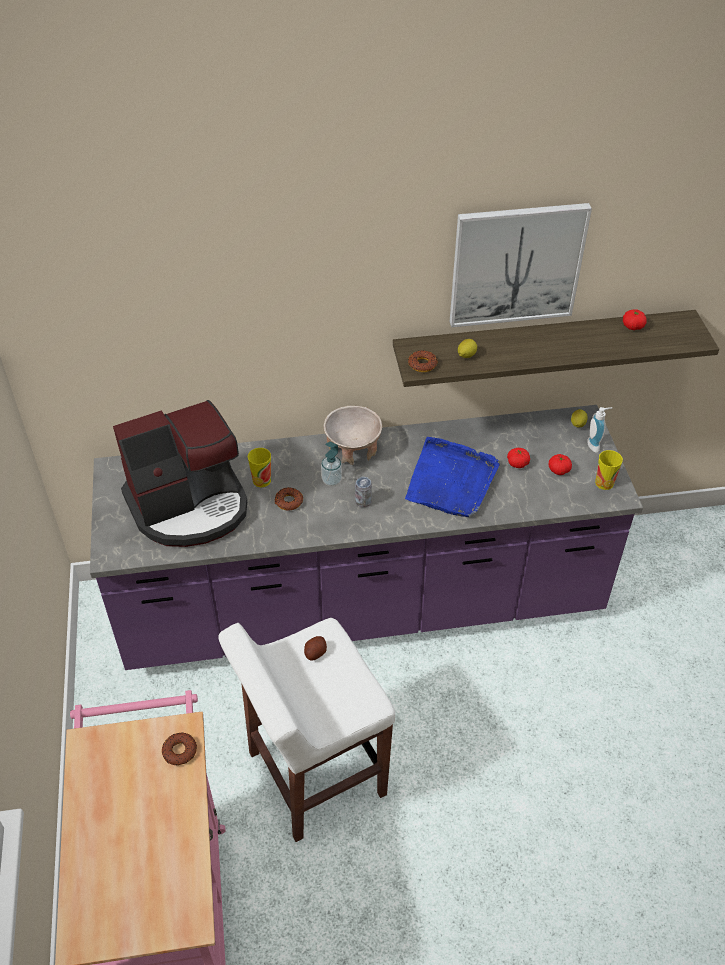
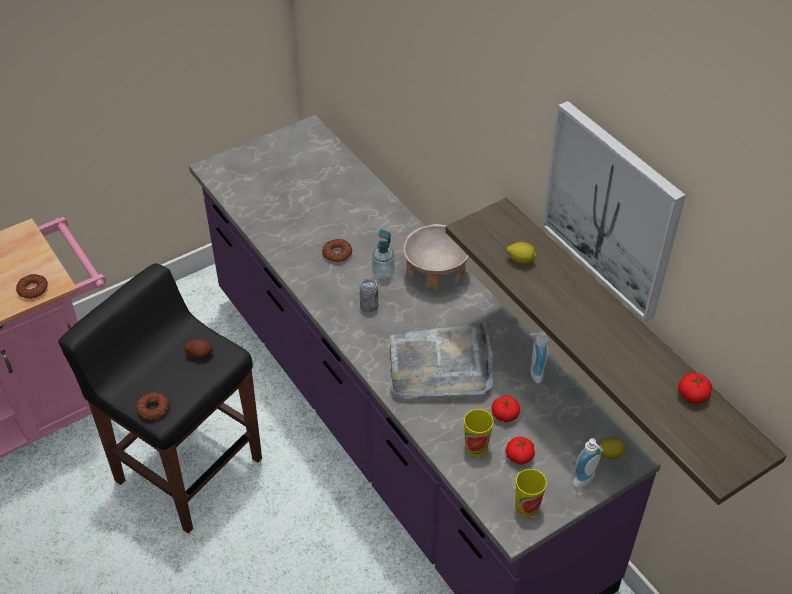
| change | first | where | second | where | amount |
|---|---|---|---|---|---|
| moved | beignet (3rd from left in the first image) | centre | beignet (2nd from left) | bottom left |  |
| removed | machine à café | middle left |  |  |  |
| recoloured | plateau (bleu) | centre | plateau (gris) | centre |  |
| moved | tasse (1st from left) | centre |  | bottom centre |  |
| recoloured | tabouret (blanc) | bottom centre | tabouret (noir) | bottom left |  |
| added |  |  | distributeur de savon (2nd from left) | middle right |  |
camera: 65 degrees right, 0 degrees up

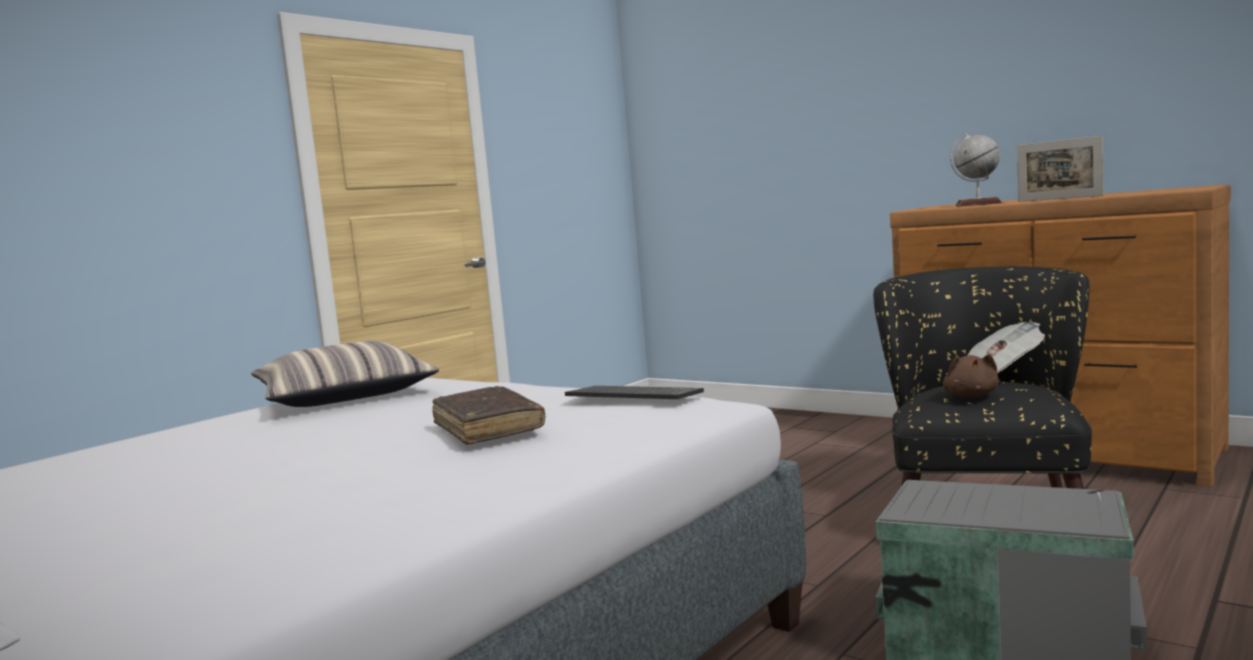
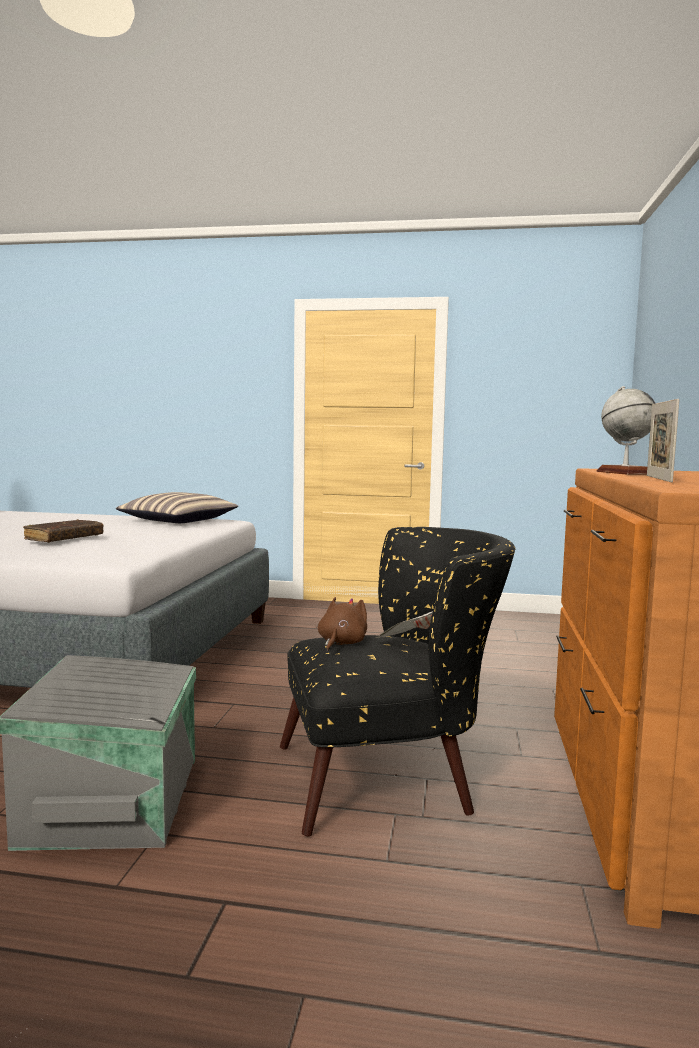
| change | first | where | second | where | amount |
|---|---|---|---|---|---|
| turned | peluche (marron) | middle right |  | centre | 135 degrees clockwise |
| removed | clavier | centre |  |  |  |
camera: 60 degrees right, 0 degrees up

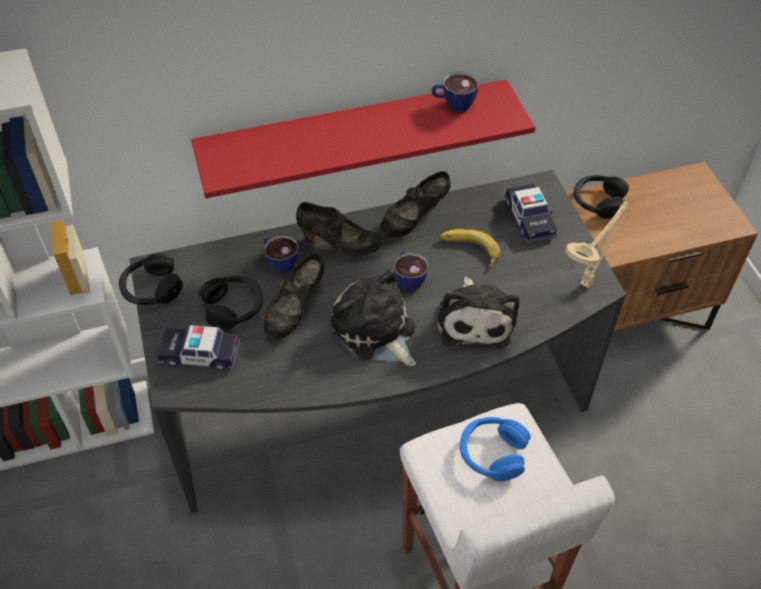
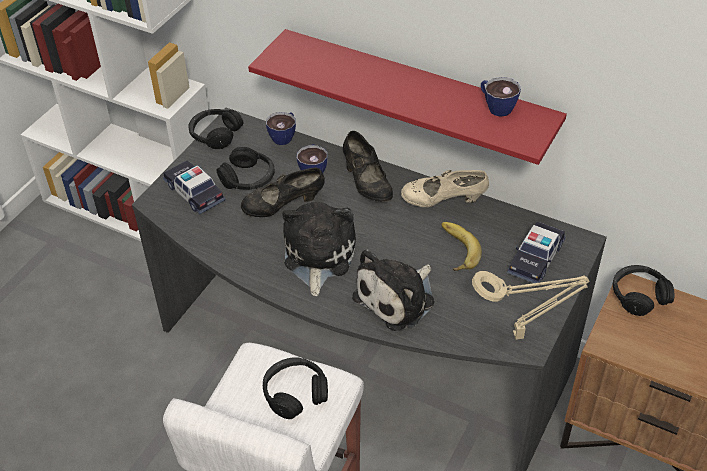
| change | first | where | second | where | amount |
|---|---|---|---|---|---|
| recoloured | chaussure (noir) (3rd from left) | centre | chaussure (beige) | centre |  |
| moved | tasse (2nd from left in the first image) | centre | tasse (1st from left) | top centre |  |
| recoloured | casque audio (bleu) | bottom centre | casque audio (noir) (3rd from left) | bottom centre |  |
camera: 45 degrees right, 5 degrees down

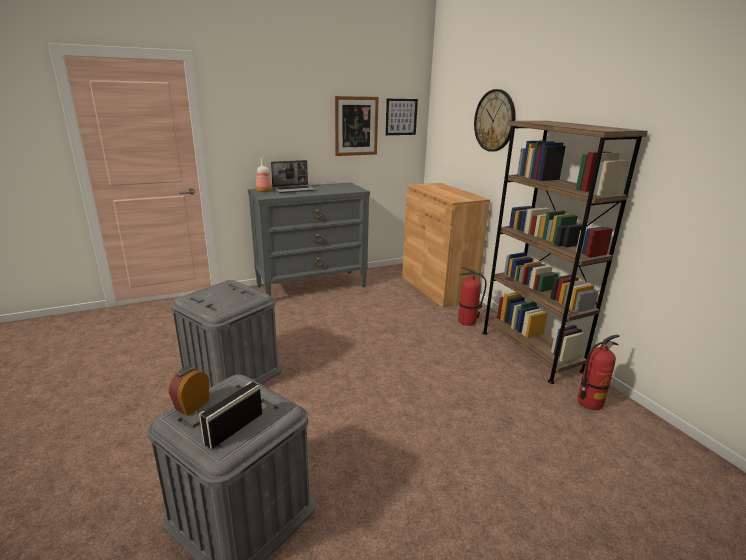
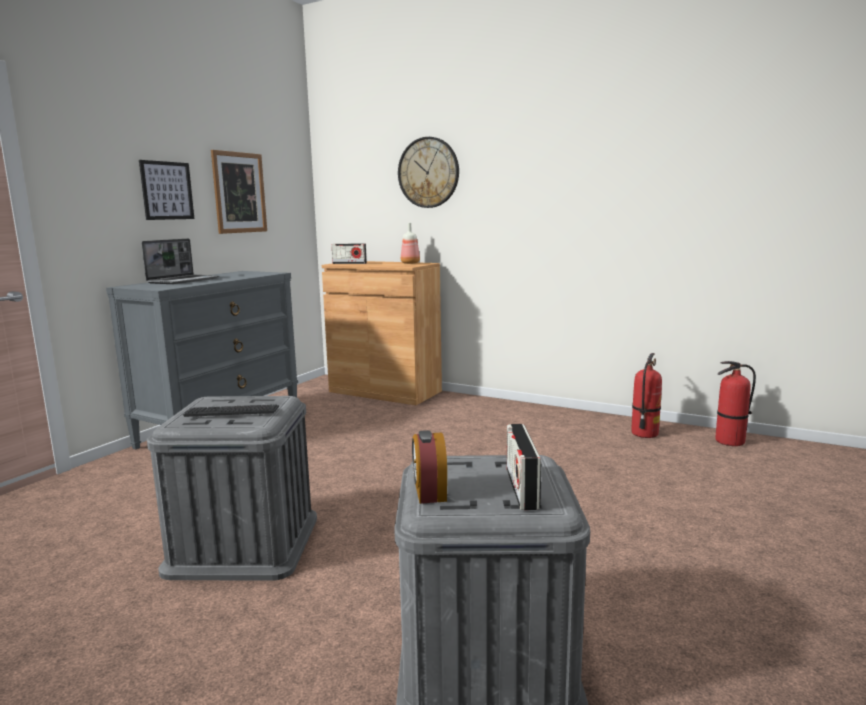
| change | first | where | second | where | amount |
|---|---|---|---|---|---|
| moved | tableau (2nd from left in the first image) | top centre | tableau (1st from left) | top left |  |
| removed | bibliothèque (marron) | middle right |  |  |  |
| moved | bouteille | top centre |  | centre |  |
| moved | extincteur (1st from left in the first image) | centre | extincteur (2nd from left) | middle right |  |
| added |  |  | radio (1st from left) | centre |  |
| added |  |  | clavier | middle left |  |
camera: 35 degrees left, 10 degrees down

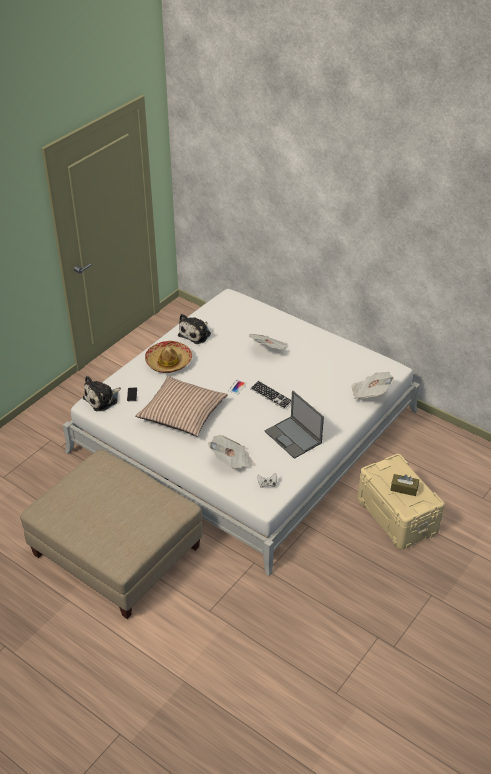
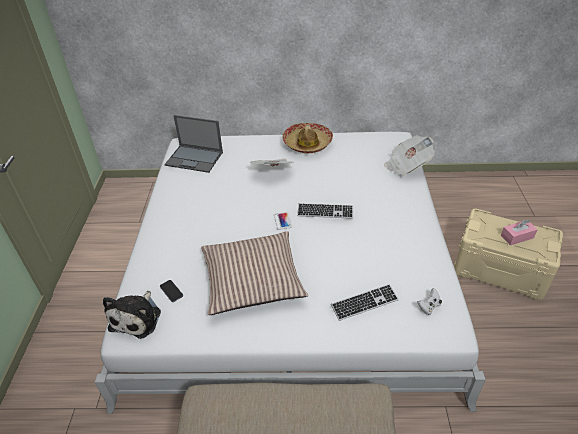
| change | first | where | second | where | amount |
|---|---|---|---|---|---|
| removed | peluche (2nd from left) | centre |  |  |  |
| moved | chapeau | centre |  | top centre |  |
| moved | ordinateur portable | centre |  | top centre |  |
| replaced | journal (1st from left) | centre | clavier (2nd from left) | bottom centre |  |
| recoloured | boîte à mouchoirs (marron) | middle right | boîte à mouchoirs (rose) | middle right |  |
camera: 35 degrees left, 0 degrees up

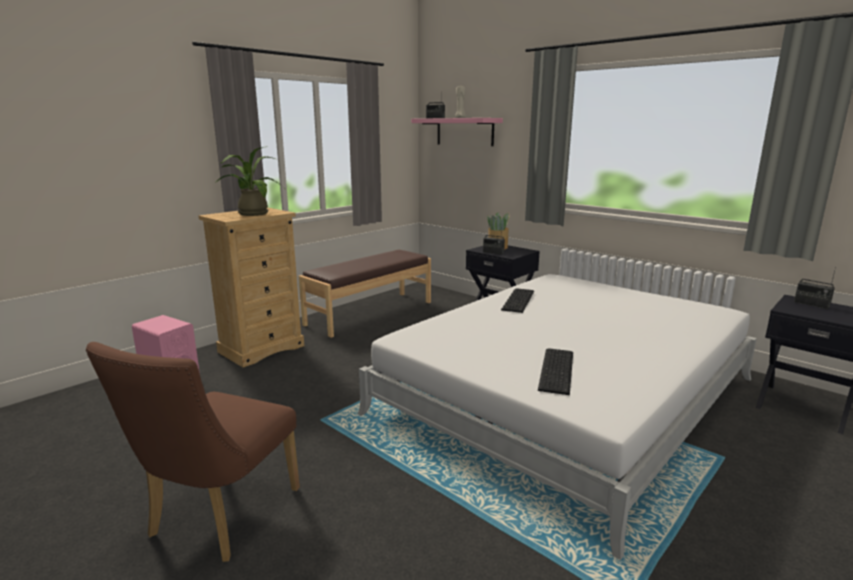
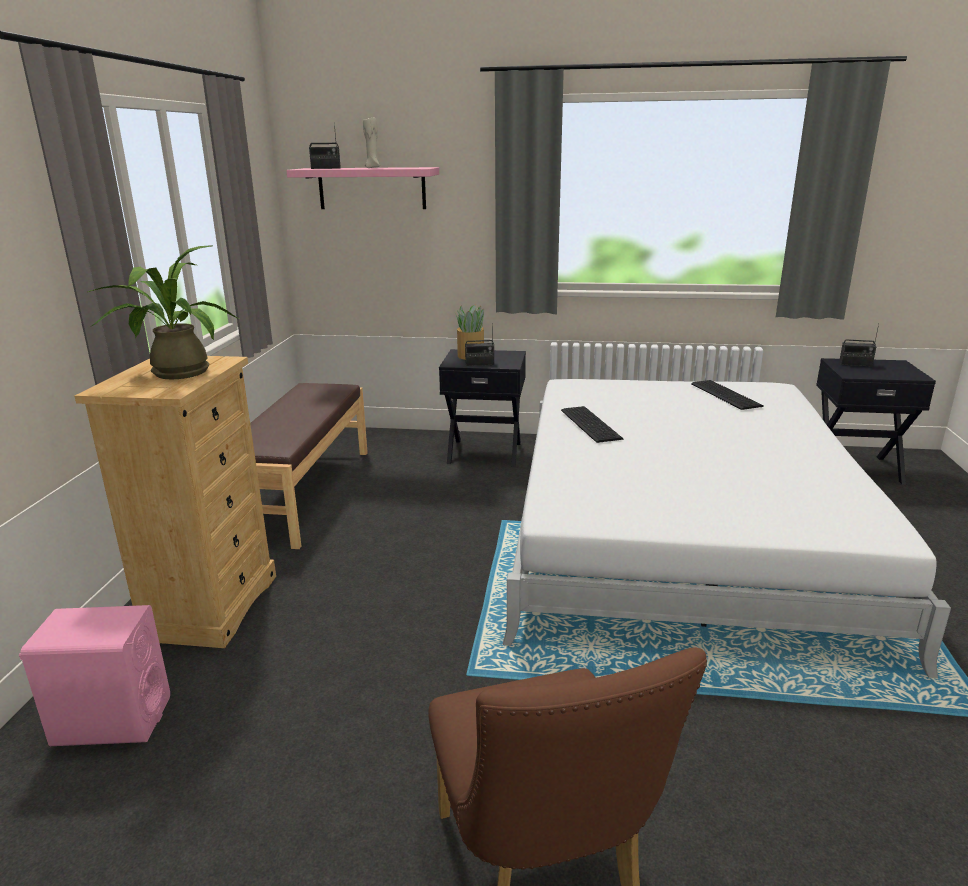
| change | first | where | second | where | amount |
|---|---|---|---|---|---|
| moved | clavier (2nd from left) | centre |  | middle right |  |
camera: 35 degrees left, 5 degrees up

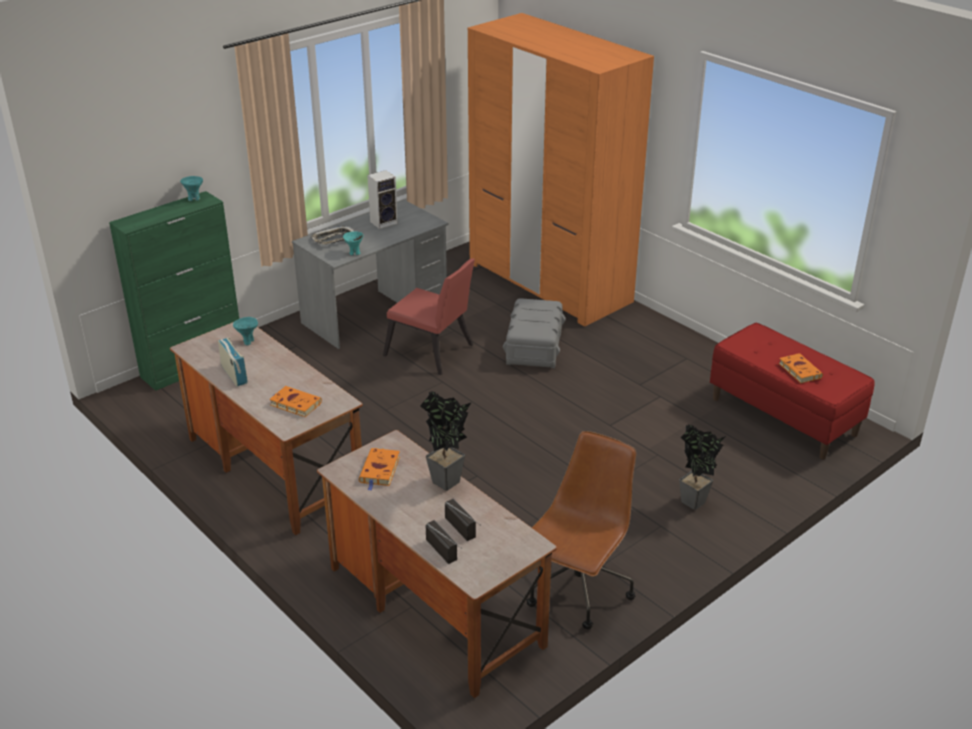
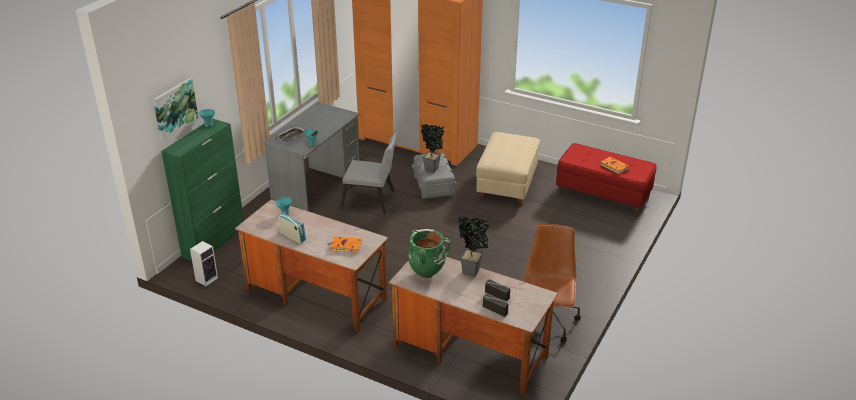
| change | first | where | second | where | amount |
|---|---|---|---|---|---|
| moved | enceinte | top centre |  | middle left |  |
| recoloured | chaise (rouge) | centre | chaise (gris) | centre |  |
| moved | plante en pot (2nd from left in the first image) | middle right | plante en pot (1st from left) | centre |  |
| replaced | livre (orange) (2nd from left) | centre | vase (vert) | centre |  |
| added |  |  | tableau | top left |  |
| added |  |  | pouf (beige) | centre |  |
camera: 20 degrees left, 0 degrees up

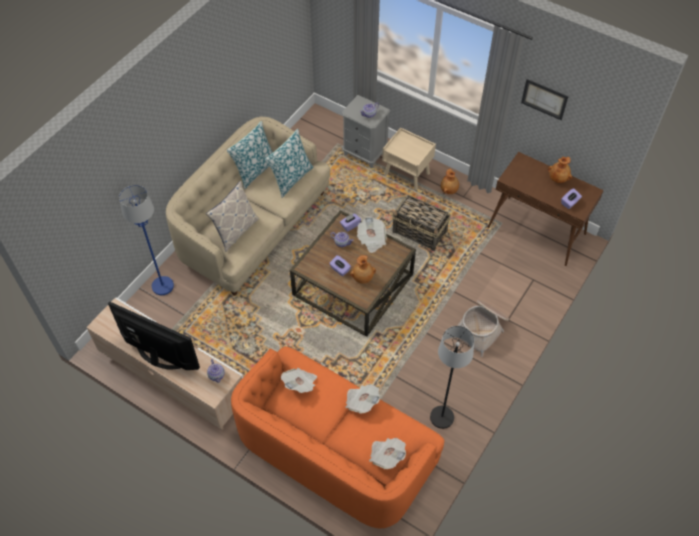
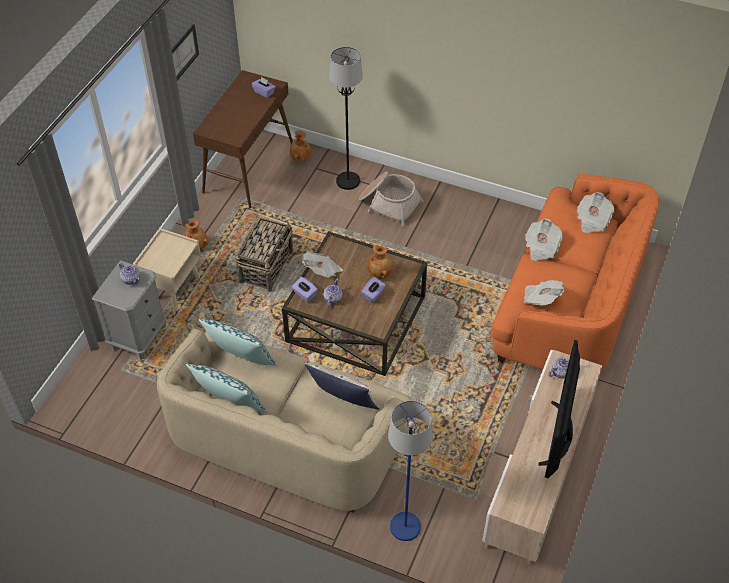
| change | first | where | second | where | amount |
|---|---|---|---|---|---|
| moved | vase (marron) (3rd from left in the first image) | top right | vase (marron) (2nd from left) | top centre |  |
| moved | lampadaire (noir) | bottom centre |  | top centre |  |
camera: 100 degrees left, 5 degrees down

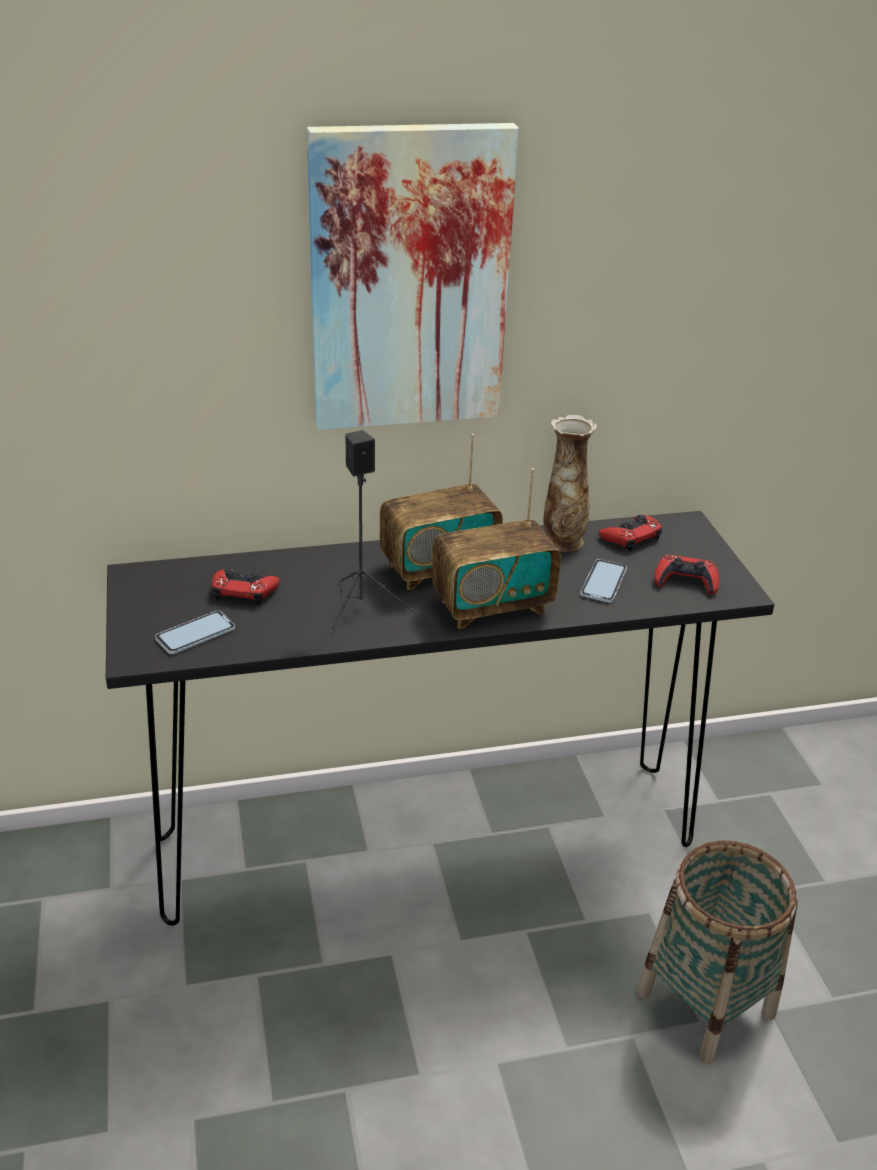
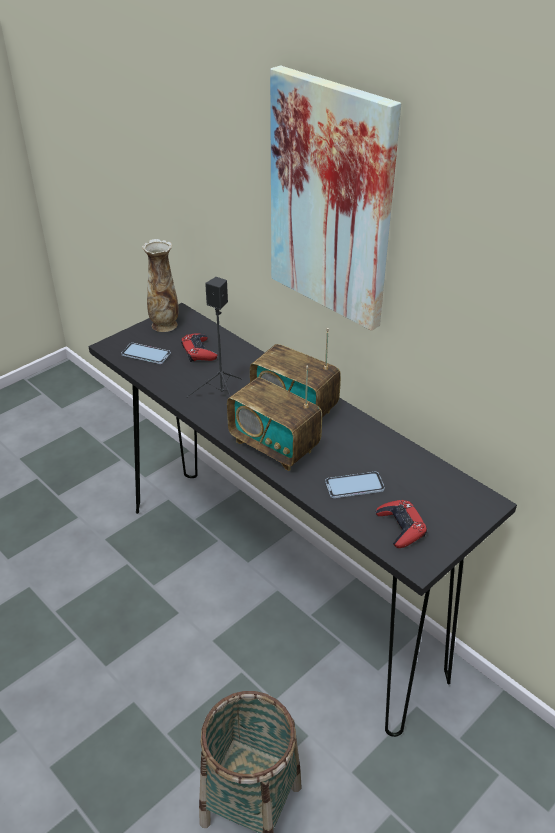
| change | first | where | second | where | amount |
|---|---|---|---|---|---|
| moved | vase | centre |  | middle left |  |
| removed | manette (rouge) (2nd from left) | middle right |  |  |  |
camera: 60 degrees right, 5 degrees up

